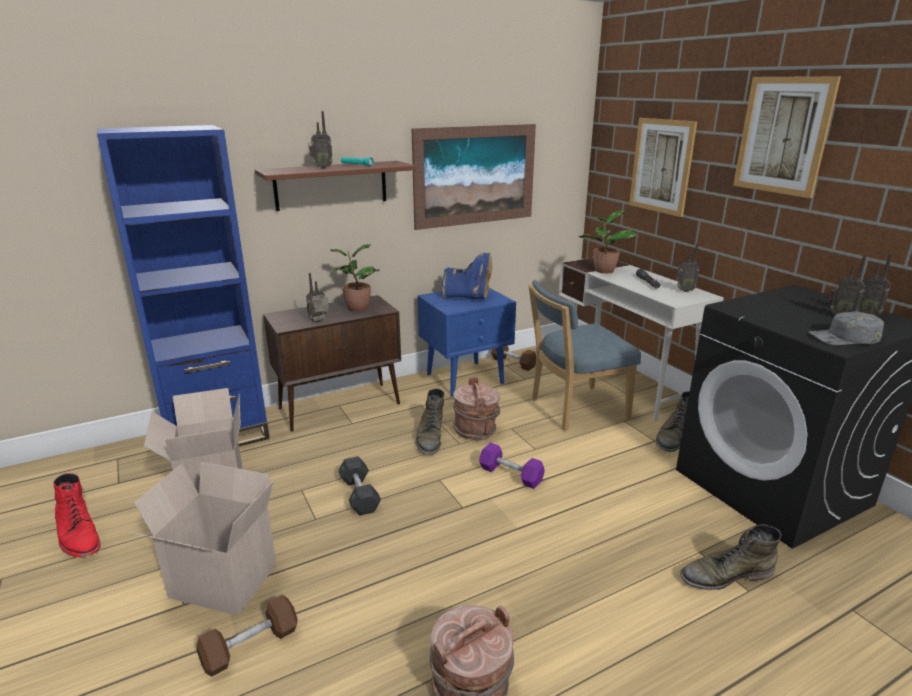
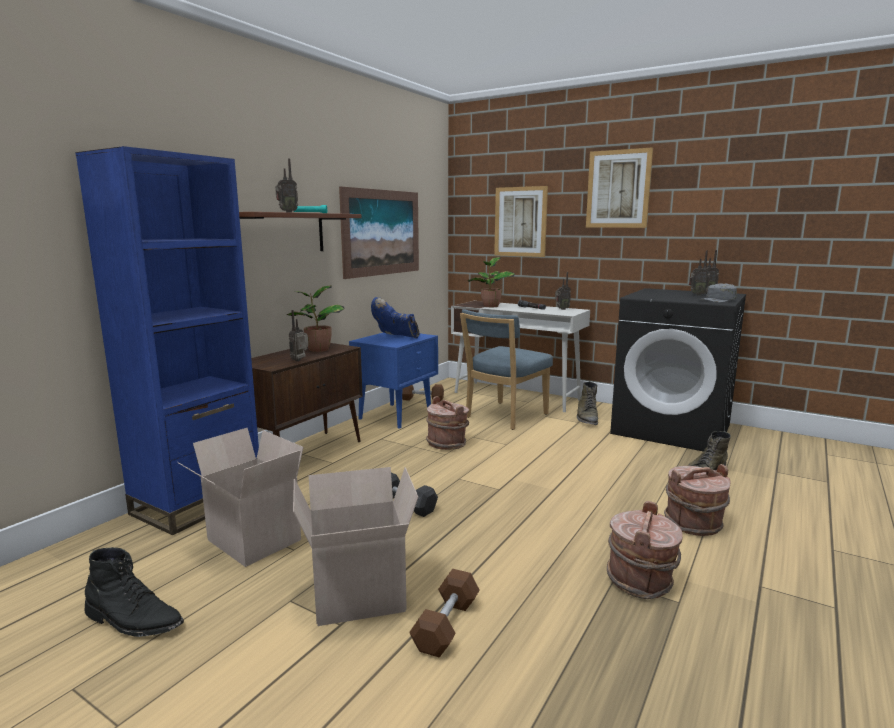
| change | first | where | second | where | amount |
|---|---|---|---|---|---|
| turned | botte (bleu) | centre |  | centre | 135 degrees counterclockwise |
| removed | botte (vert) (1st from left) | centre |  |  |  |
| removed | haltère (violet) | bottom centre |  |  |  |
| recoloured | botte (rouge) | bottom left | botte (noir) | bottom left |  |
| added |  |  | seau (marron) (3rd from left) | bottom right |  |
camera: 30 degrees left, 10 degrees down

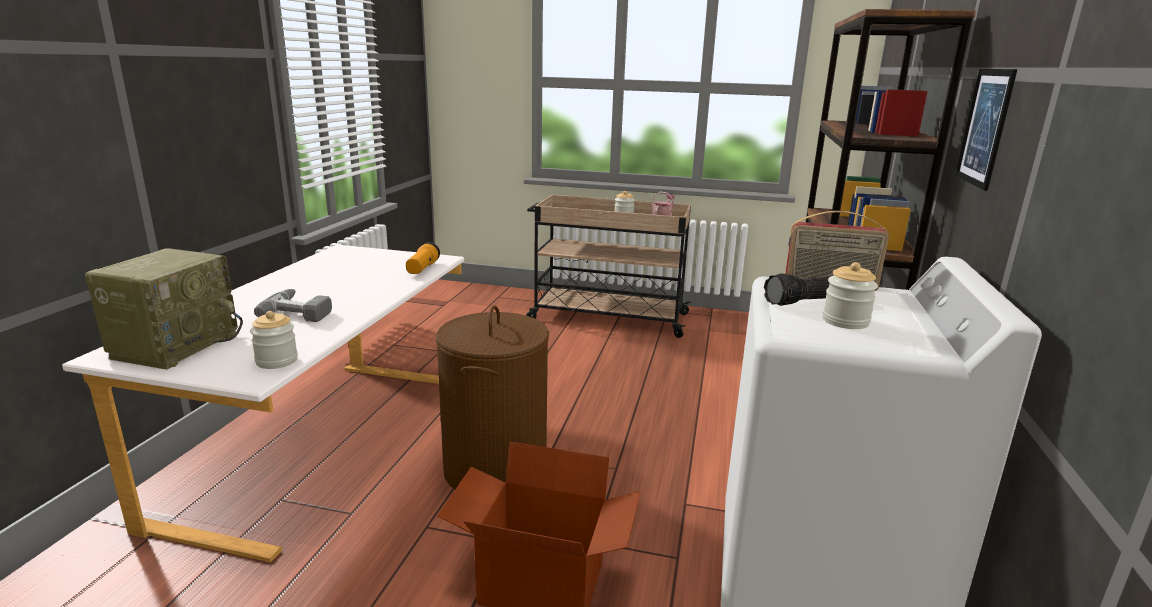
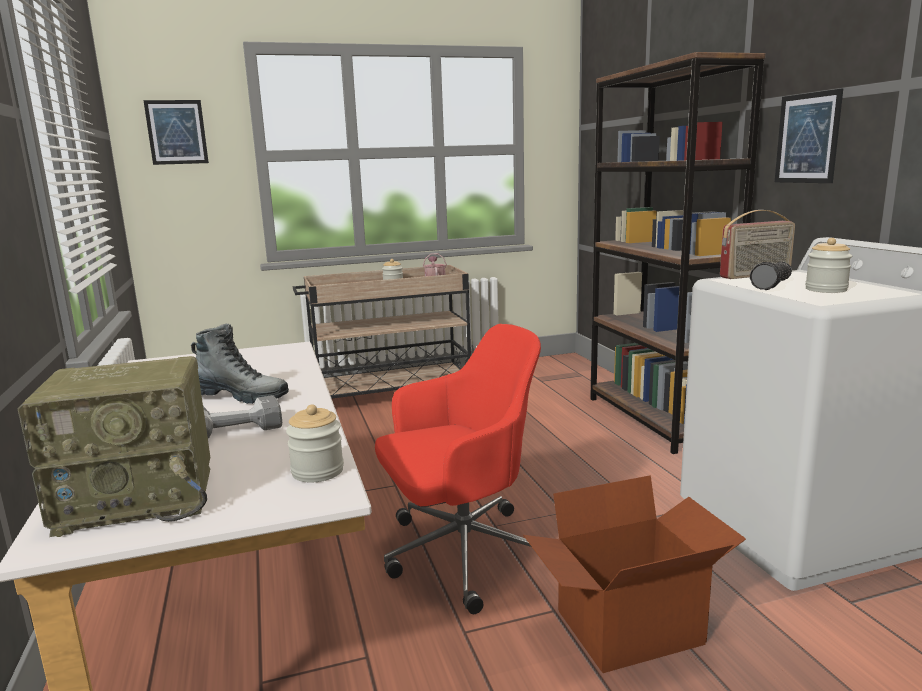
| change | first | where | second | where | amount |
|---|---|---|---|---|---|
| removed | lampe de poche (1st from left) | centre |  |  |  |
| turned | radio (1st from left) | middle left |  | middle left | 90 degrees clockwise |
| replaced | panier à linge (marron) | centre | chaise de bureau (rouge) | bottom centre |  |
| added |  |  | tableau (1st from left) | top left |  |
| added |  |  | botte | middle left |  |
camera: 30 degrees left, 5 degrees down

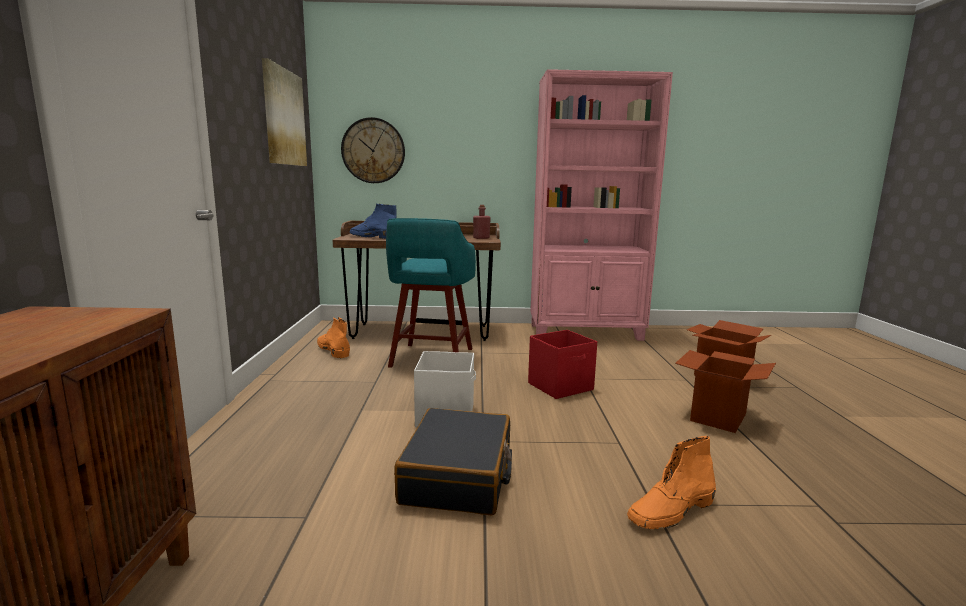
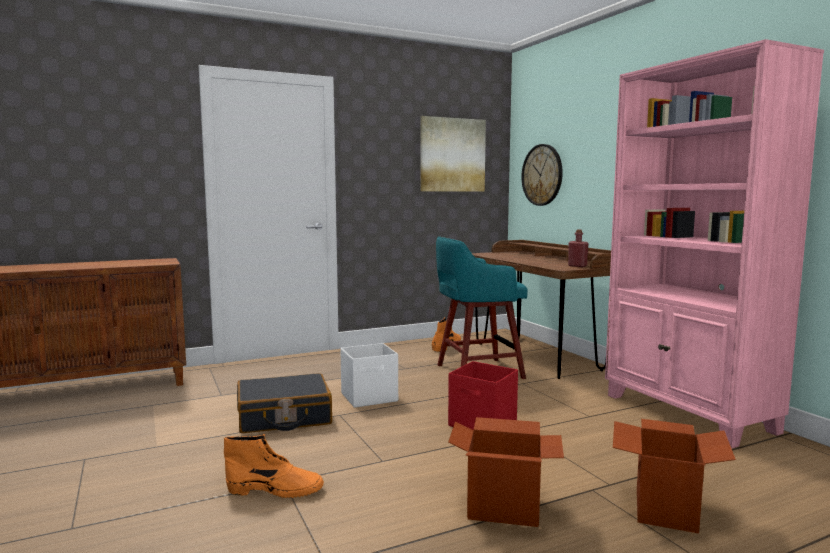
| change | first | where | second | where | amount |
|---|---|---|---|---|---|
| removed | botte (bleu) | centre |  |  |  |
| turned | botte (orange) (2nd from left in the first image) | bottom right | botte (orange) (1st from left) | bottom left | 150 degrees clockwise |
camera: 65 degrees right, 5 degrees down

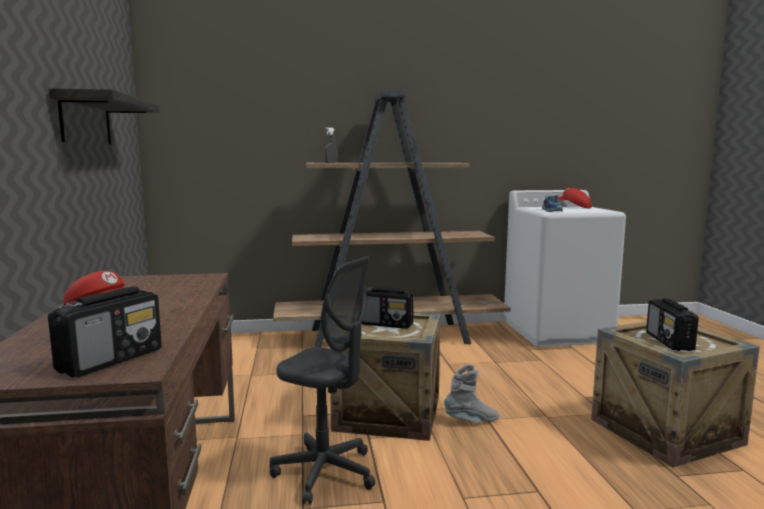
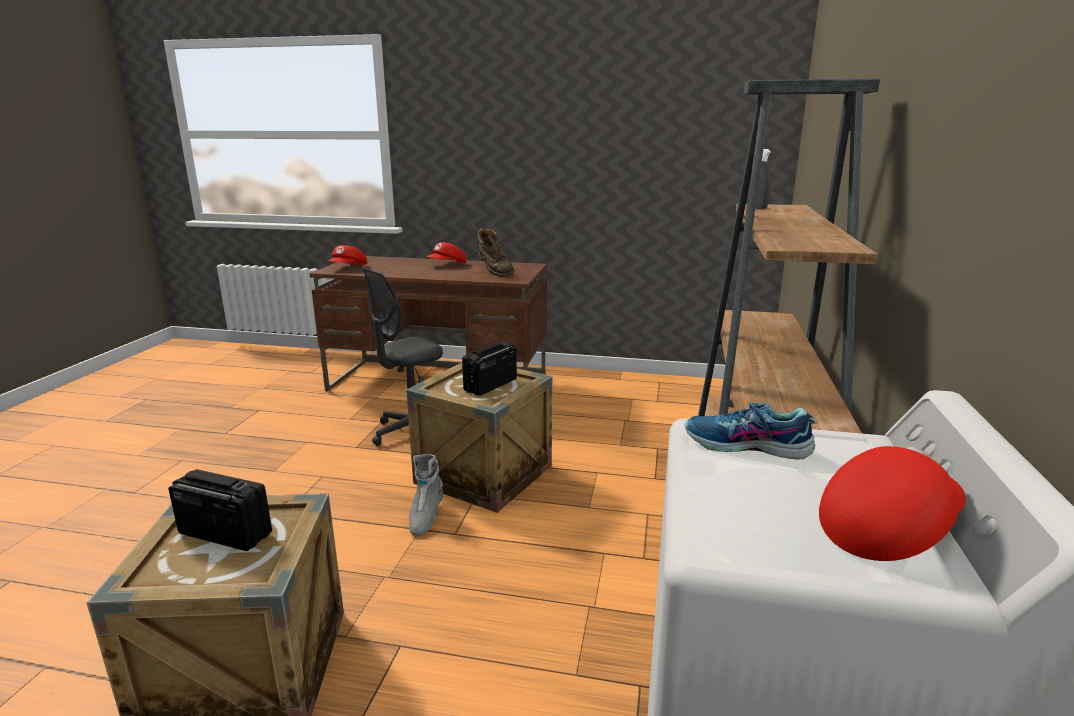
| change | first | where | second | where | amount |
|---|---|---|---|---|---|
| removed | étagère | top left |  |  |  |
| replaced | radio (1st from left) | middle left | casquette (rouge) (1st from left) | middle left |  |
| added |  |  | botte (marron) | centre |  |
camera: 110 degrees right, 10 degrees up

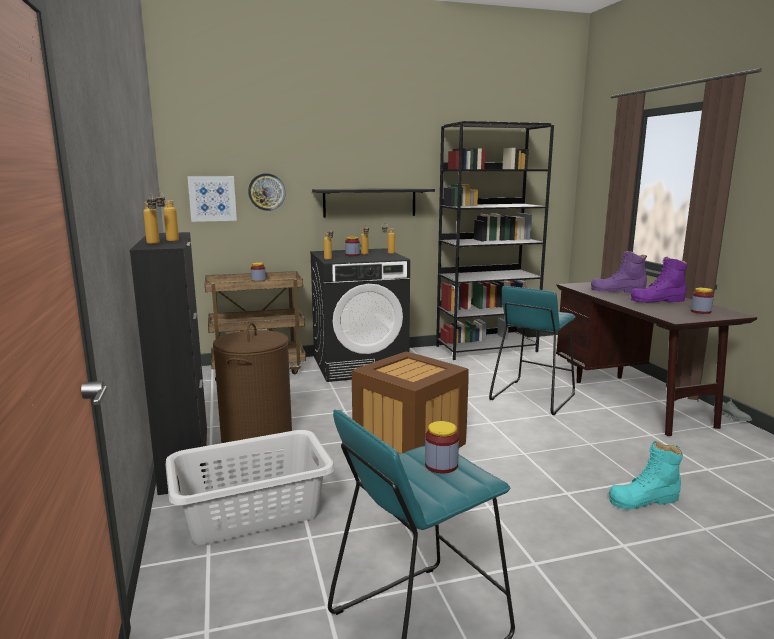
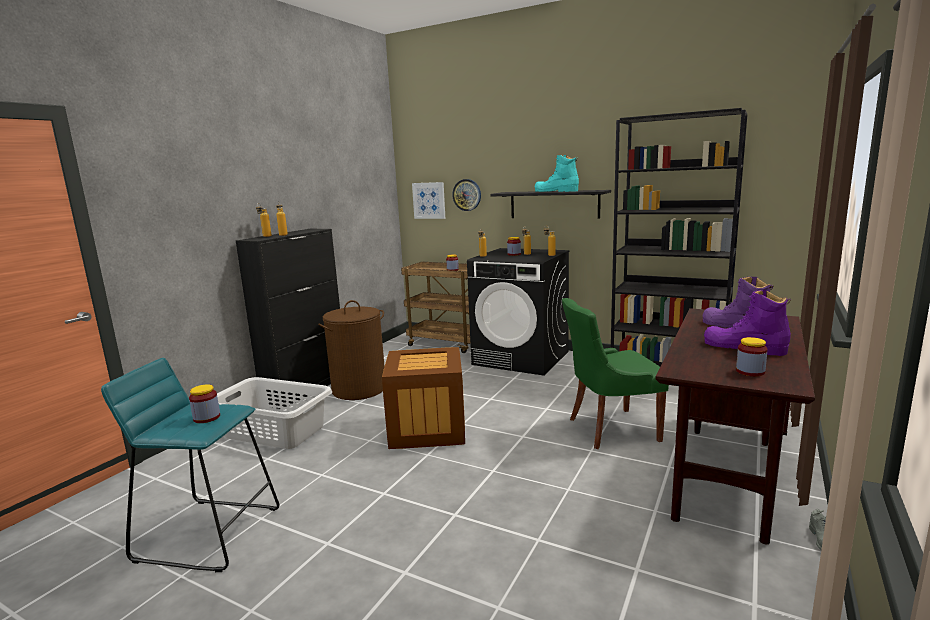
| change | first | where | second | where | amount |
|---|---|---|---|---|---|
| replaced | tabouret (turquoise) (2nd from left) | middle right | chaise (vert) | centre |  |
| moved | botte (turquoise) | bottom right |  | top centre |  |
camera: 45 degrees right, 0 degrees up

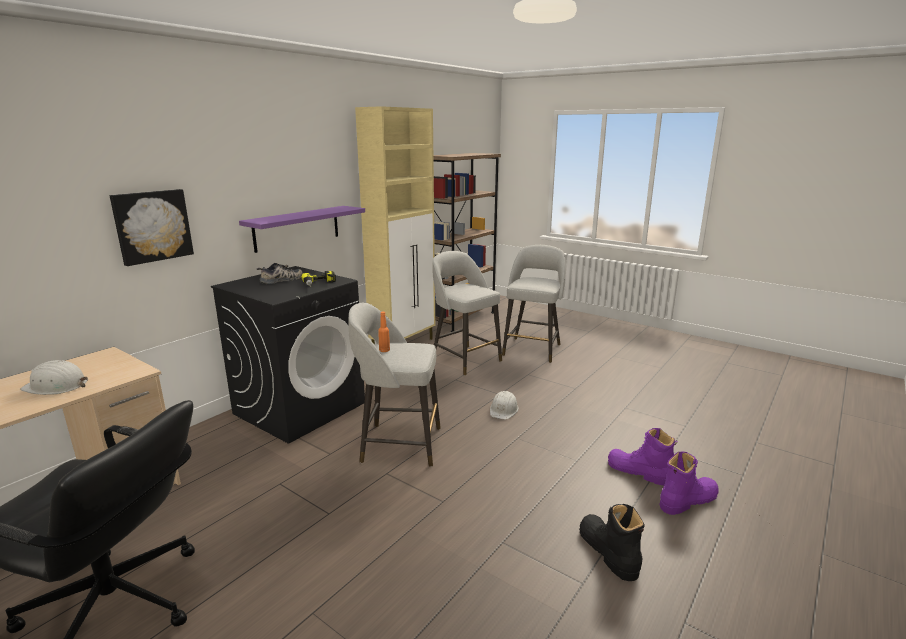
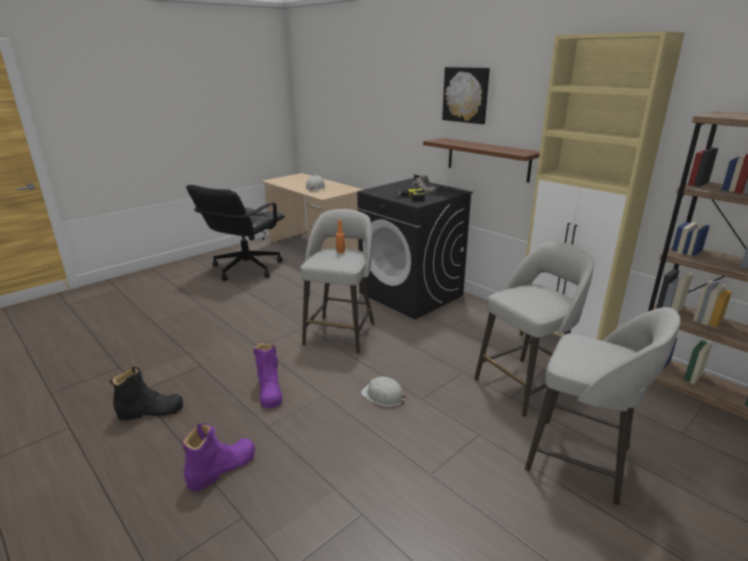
| change | first | where | second | where | amount |
|---|---|---|---|---|---|
| moved | tableau | middle left |  | top centre |  |
| recoloured | étagère (violet) | centre | étagère (marron) | top centre |  |
| moved | botte (violet) (2nd from left) | bottom right |  | bottom centre |  |
camera: 100 degrees right, 5 degrees up

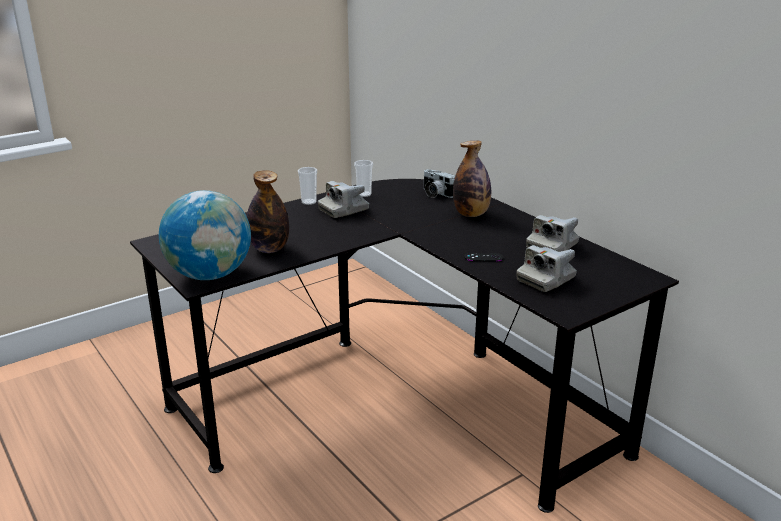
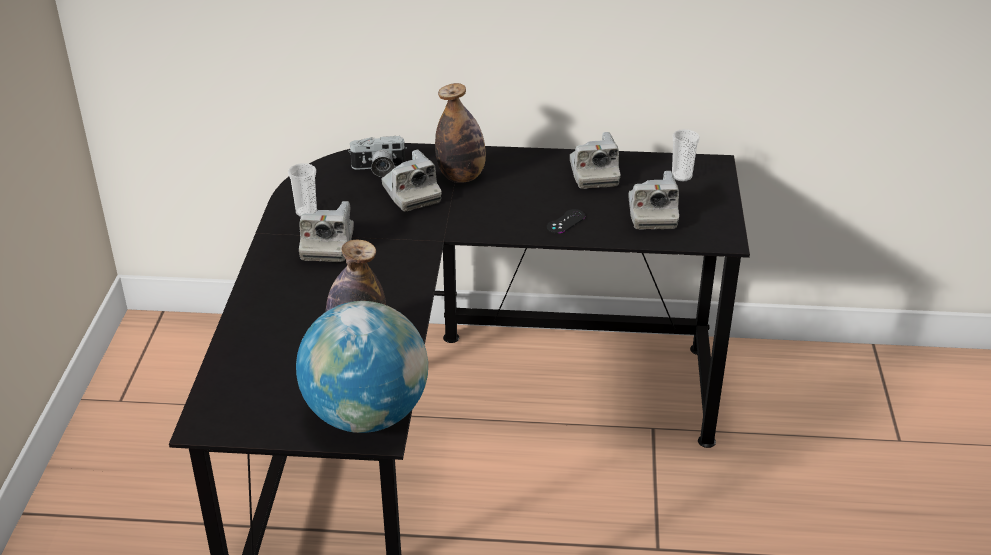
| change | first | where | second | where | amount |
|---|---|---|---|---|---|
| moved | tasse (1st from left in the first image) | centre | tasse (2nd from left) | top right |  |
| added |  |  | appareil photo (3rd from left) | top centre |  |
camera: 50 degrees left, 10 degrees up

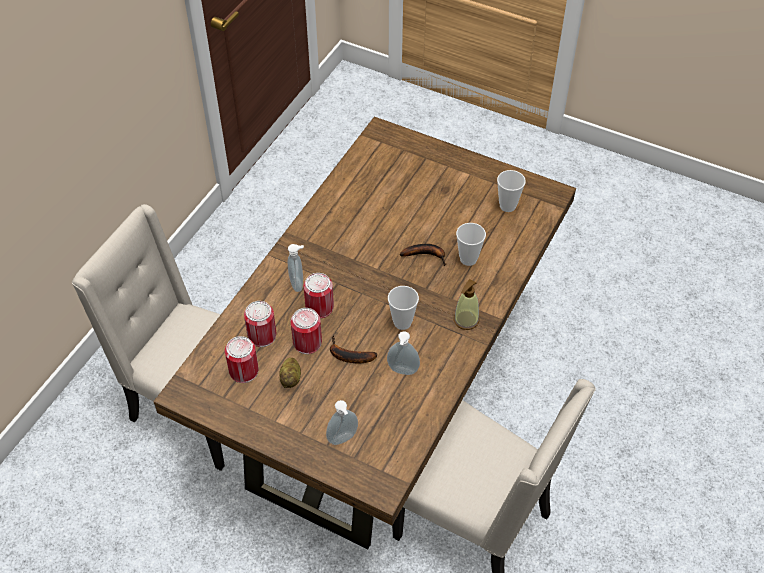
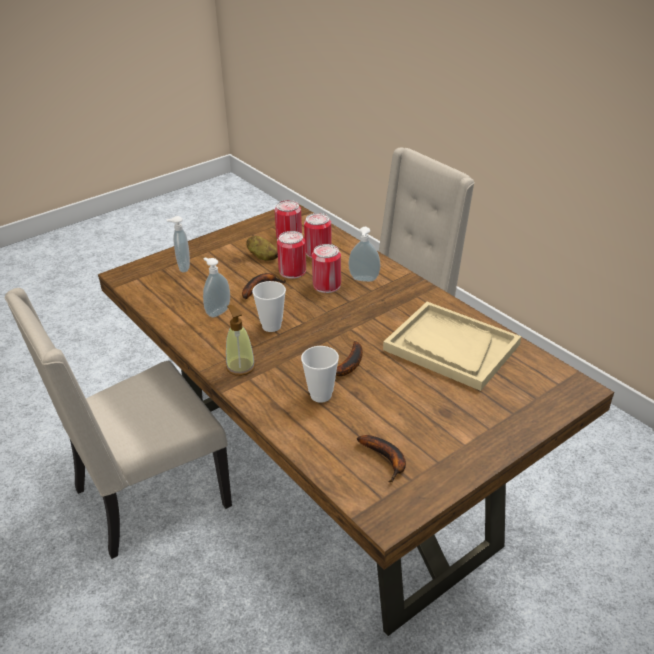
| change | first | where | second | where | amount |
|---|---|---|---|---|---|
| replaced | tasse (3rd from left) | middle right | banane (3rd from left) | bottom centre |  |
| added |  |  | plateau (beige) | middle right |  |
camera: 115 degrees right, 15 degrees down

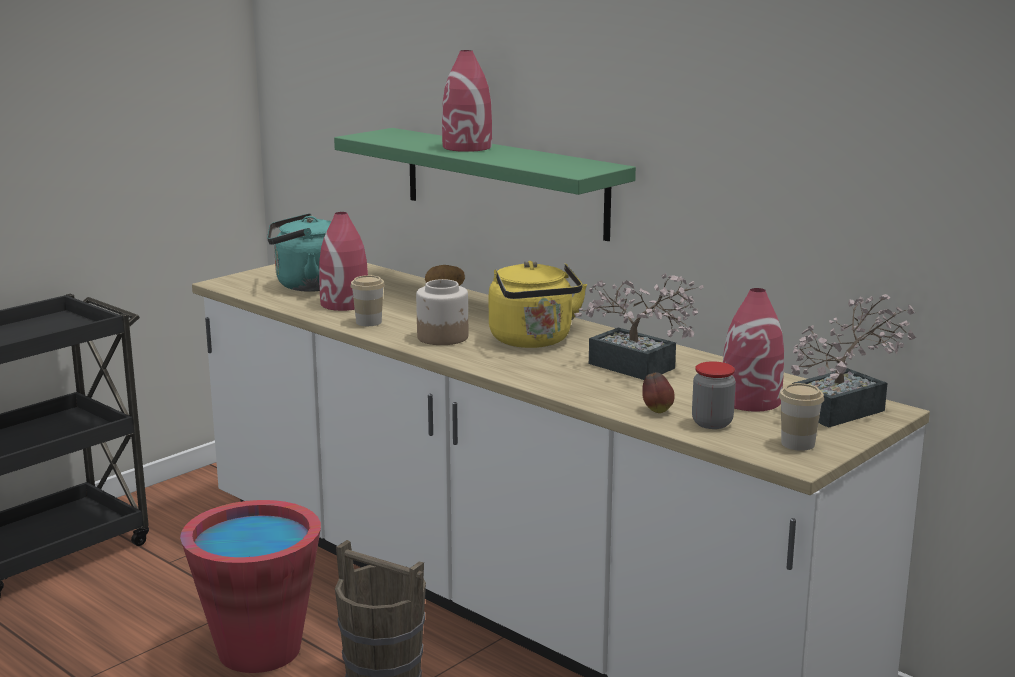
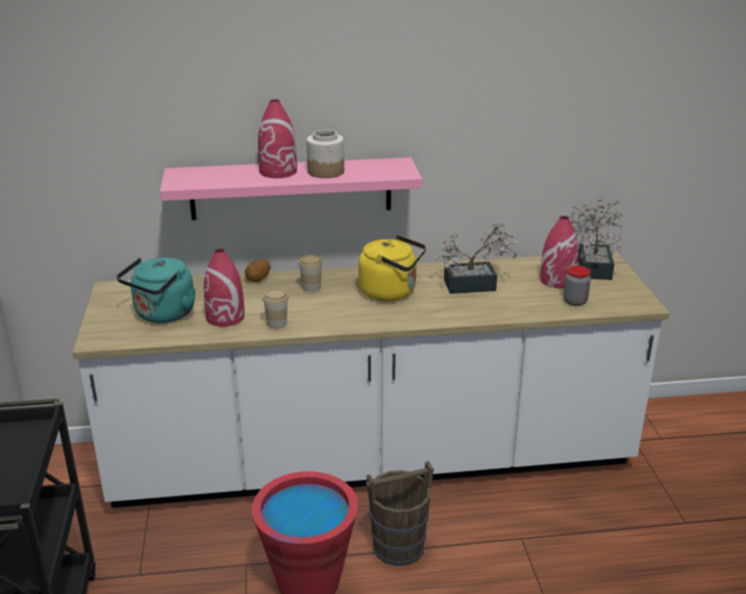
| change | first | where | second | where | amount |
|---|---|---|---|---|---|
| recoloured | étagère (vert) | top centre | étagère (rose) | top centre |  |
| moved | bocal (1st from left) | centre |  | top centre |  |
| removed | pomme | centre |  |  |  |
| moved | tasse (2nd from left) | middle right |  | centre |  |
camera: 50 degrees left, 10 degrees up

